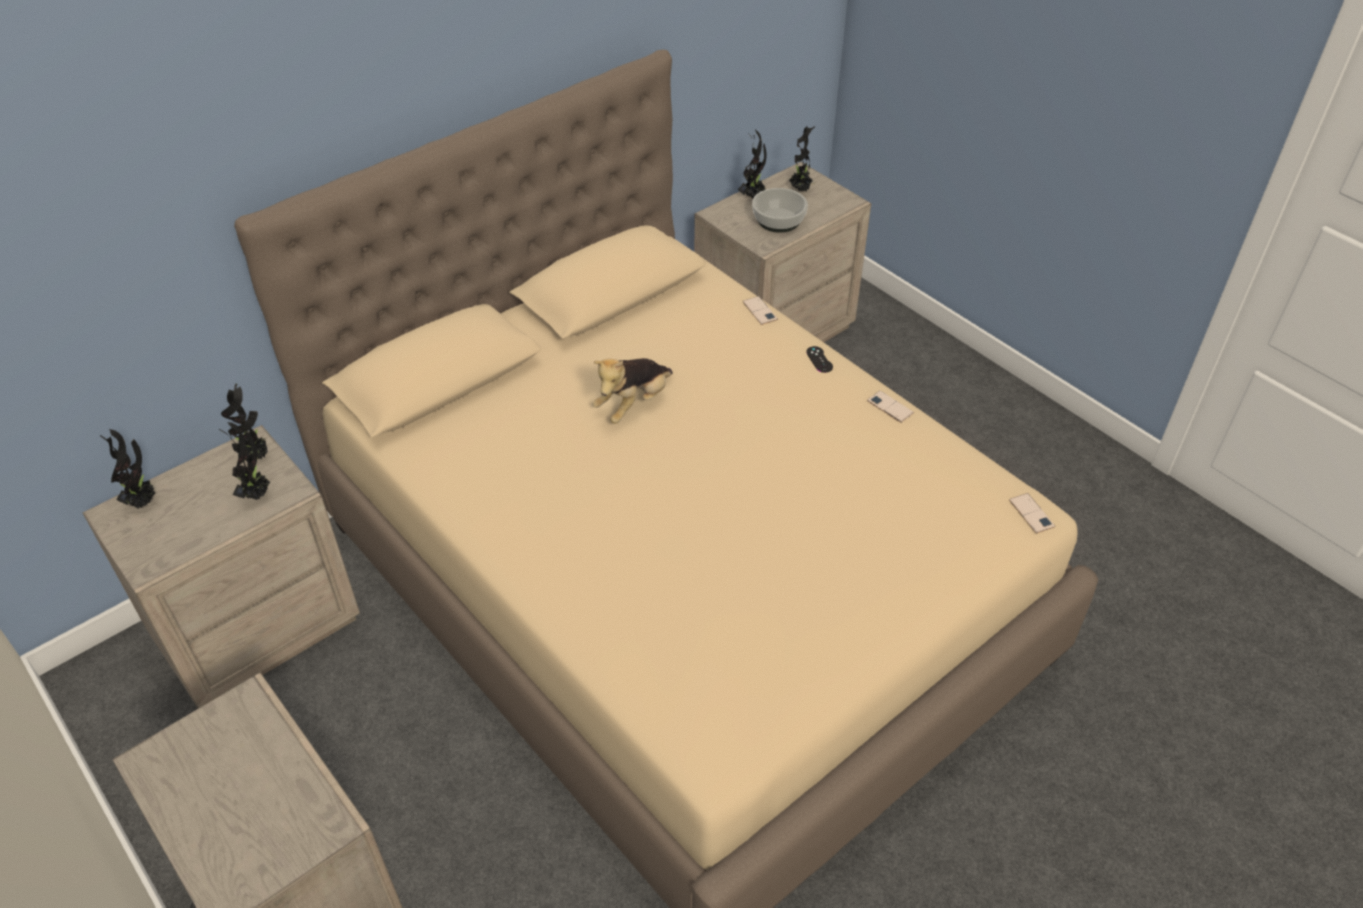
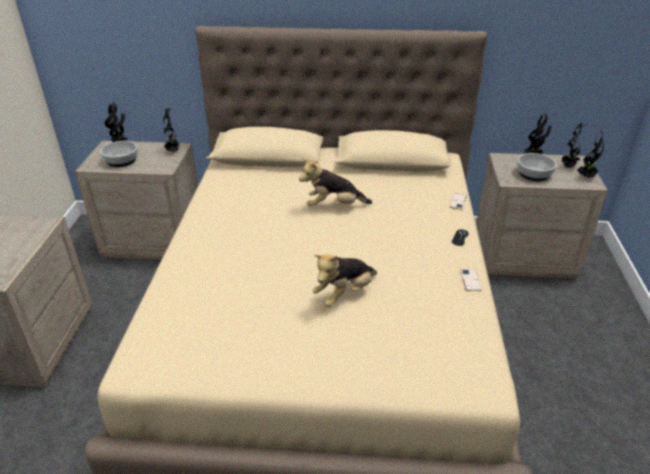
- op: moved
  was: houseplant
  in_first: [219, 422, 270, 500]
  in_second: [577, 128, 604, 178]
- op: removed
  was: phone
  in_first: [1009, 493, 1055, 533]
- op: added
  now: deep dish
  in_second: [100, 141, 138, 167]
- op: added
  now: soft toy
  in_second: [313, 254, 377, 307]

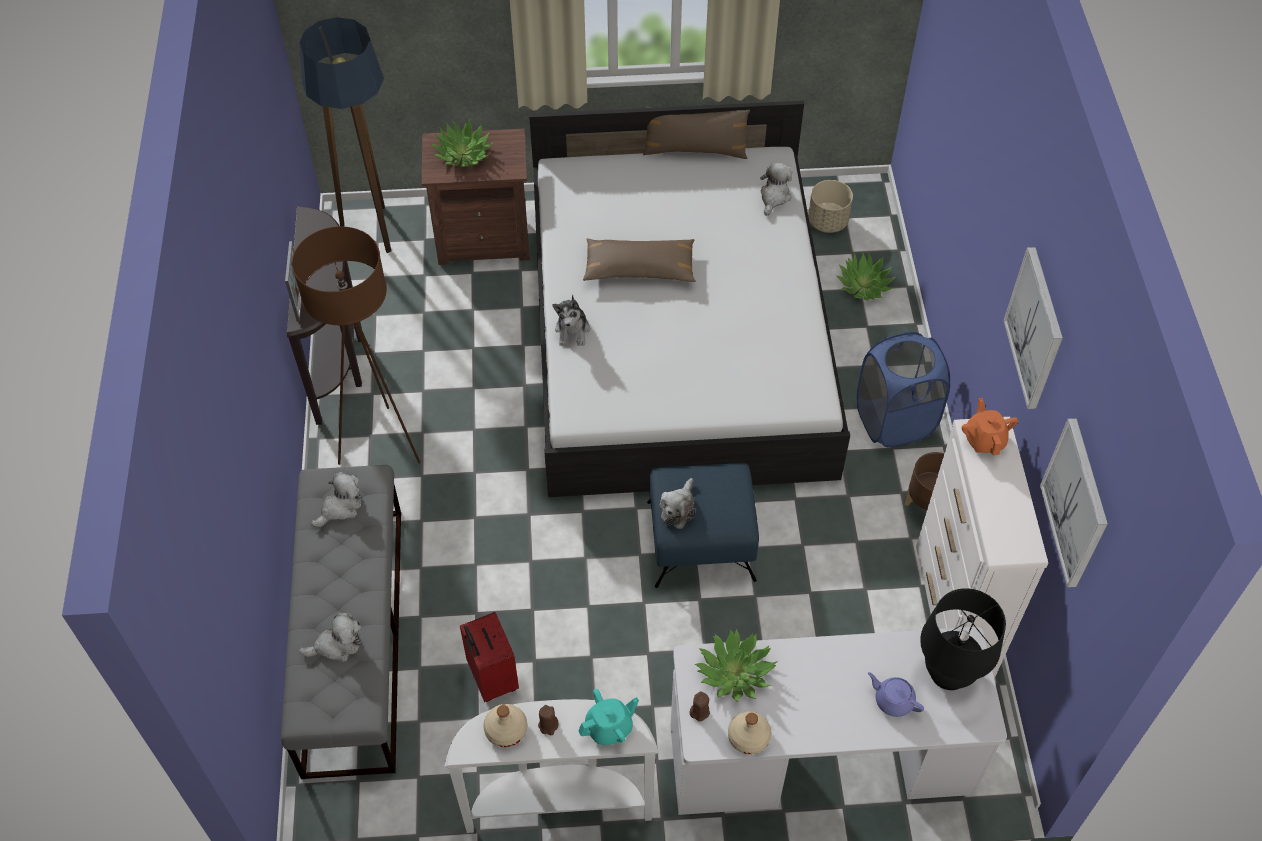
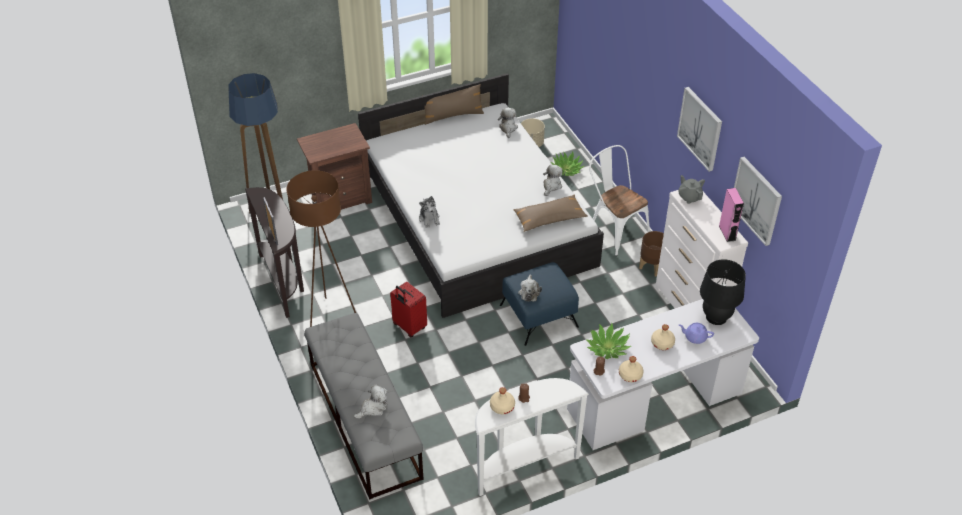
- op: removed
  was: houseplant
  in_first: [431, 118, 493, 167]
- op: moved
  was: brownish cushion
  in_first: [583, 239, 696, 282]
  in_second: [513, 195, 588, 232]
- op: replaced
  was: blue-coloured washing basket
  now: whitish upright chair
  in_first: [857, 332, 950, 448]
  in_second: [589, 145, 650, 256]
- op: recoloured
  was: orange teapot
  now: greyish teapot
  in_first: [962, 398, 1018, 455]
  in_second: [678, 175, 705, 204]
- op: moved
  was: soft toy
  in_first: [311, 472, 362, 527]
  in_second: [543, 165, 563, 196]
- op: moved
  was: reddish piece of luggage
  in_first: [460, 612, 519, 702]
  in_second: [390, 282, 427, 337]
- op: removed
  was: turquoise-coloured teapot
  in_first: [578, 689, 639, 745]
- op: added
  now: pink audio speaker
  in_second: [719, 188, 744, 242]
- op: added
  now: beige-coloured drink bottle
  in_second: [651, 324, 675, 350]

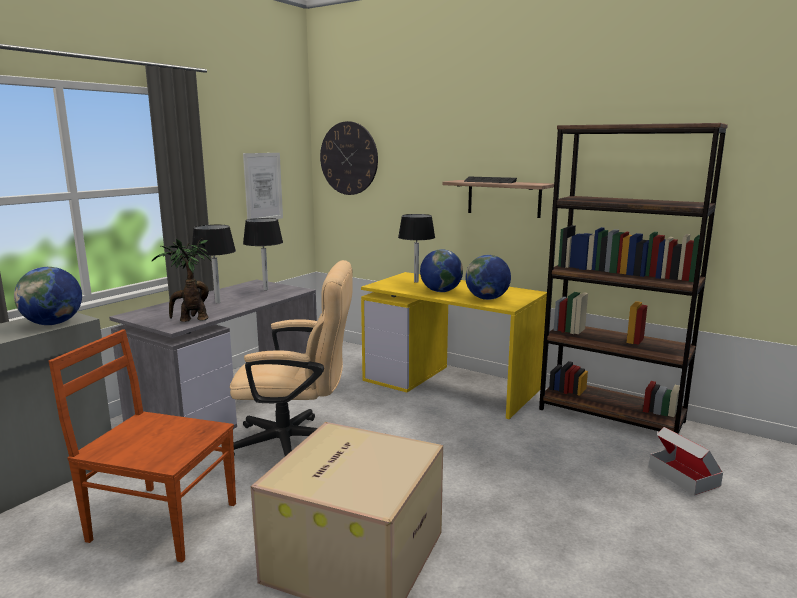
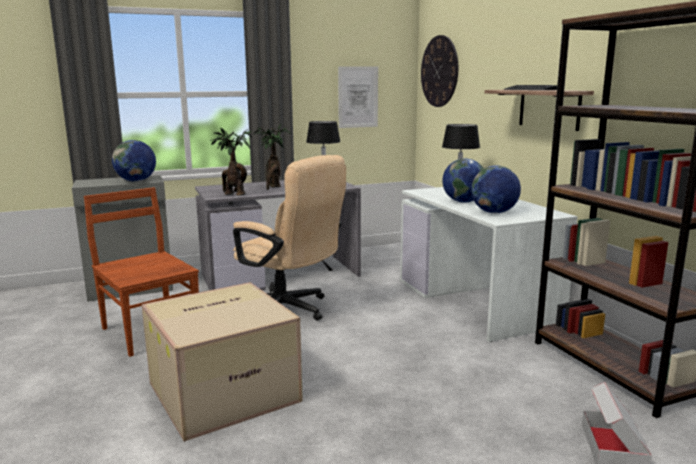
- op: replaced
  was: black tabletop lamp
  now: houseplant
  in_first: [191, 225, 236, 303]
  in_second: [254, 123, 291, 190]
- op: recoloured
  was: yellowish desk
  now: whitish desk
  in_first: [361, 272, 547, 419]
  in_second: [400, 187, 578, 342]

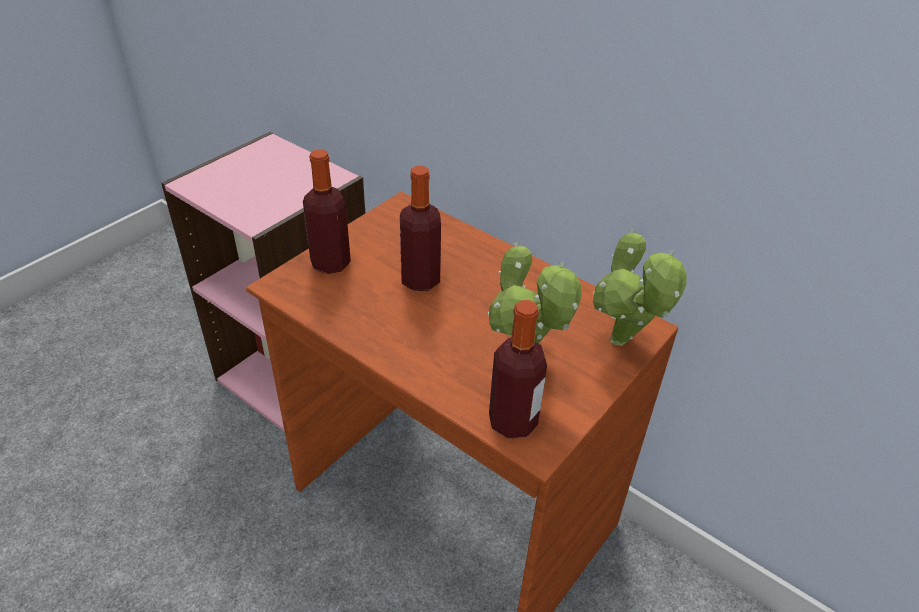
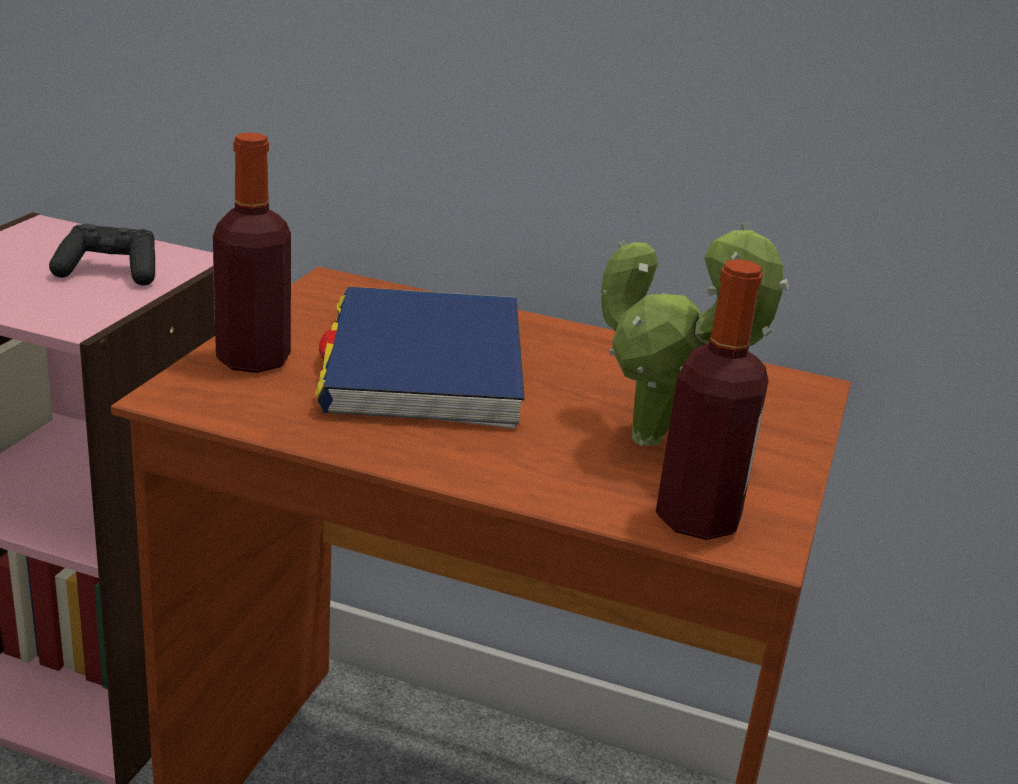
- op: replaced
  was: drink bottle
  now: blue-coloured bound book
  in_first: [400, 166, 441, 291]
  in_second: [315, 287, 525, 429]
- op: removed
  was: houseplant
  in_first: [593, 229, 687, 346]
- op: added
  now: black gamepad
  in_second: [49, 223, 155, 285]

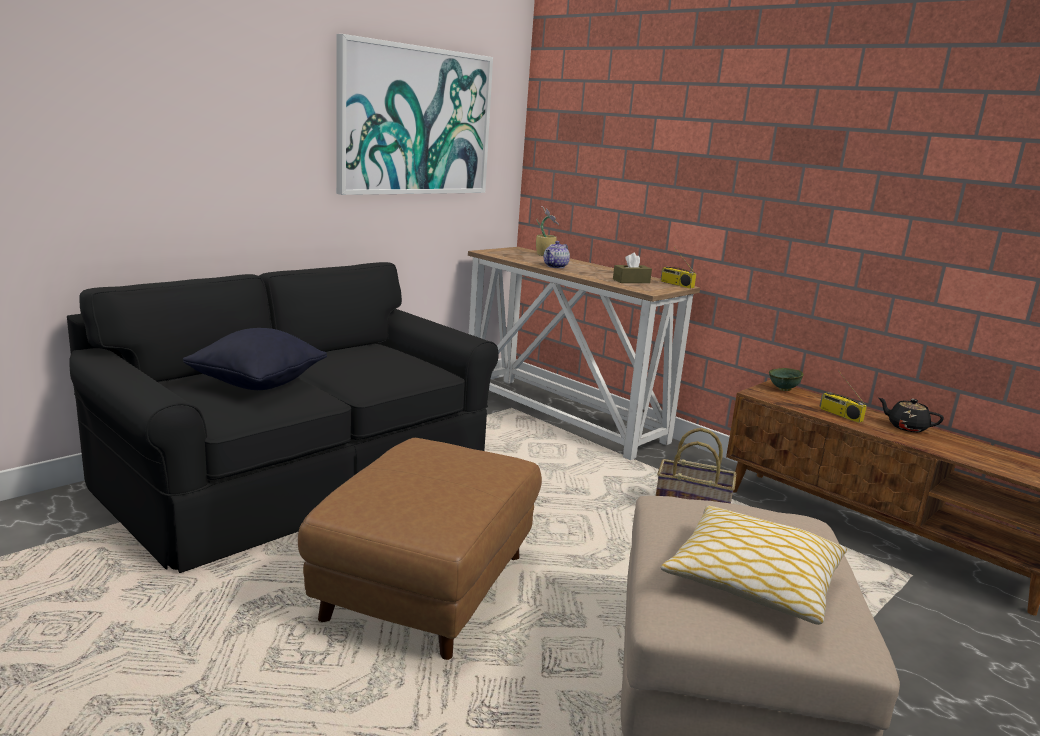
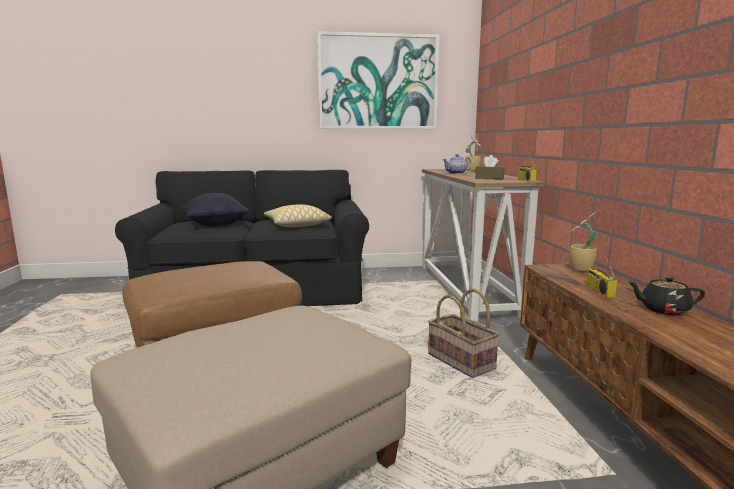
- op: replaced
  was: green deep dish
  now: houseplant
  in_first: [769, 368, 804, 391]
  in_second: [569, 213, 598, 271]
- op: turned
  was: black teapot
  in_first: [879, 398, 944, 432]
  in_second: [628, 277, 705, 315]
  clockwise: -60
- op: moved
  was: cushion
  in_first: [661, 506, 847, 625]
  in_second: [264, 204, 332, 227]

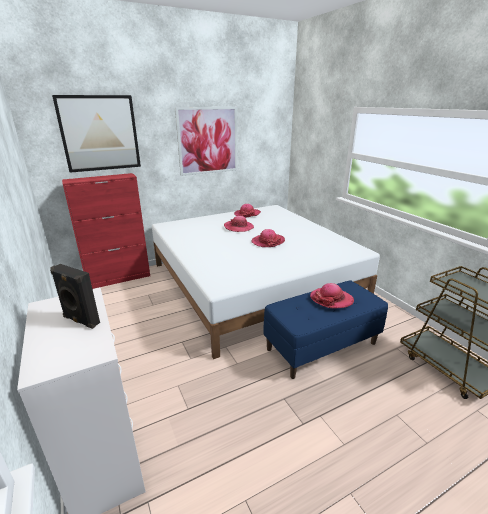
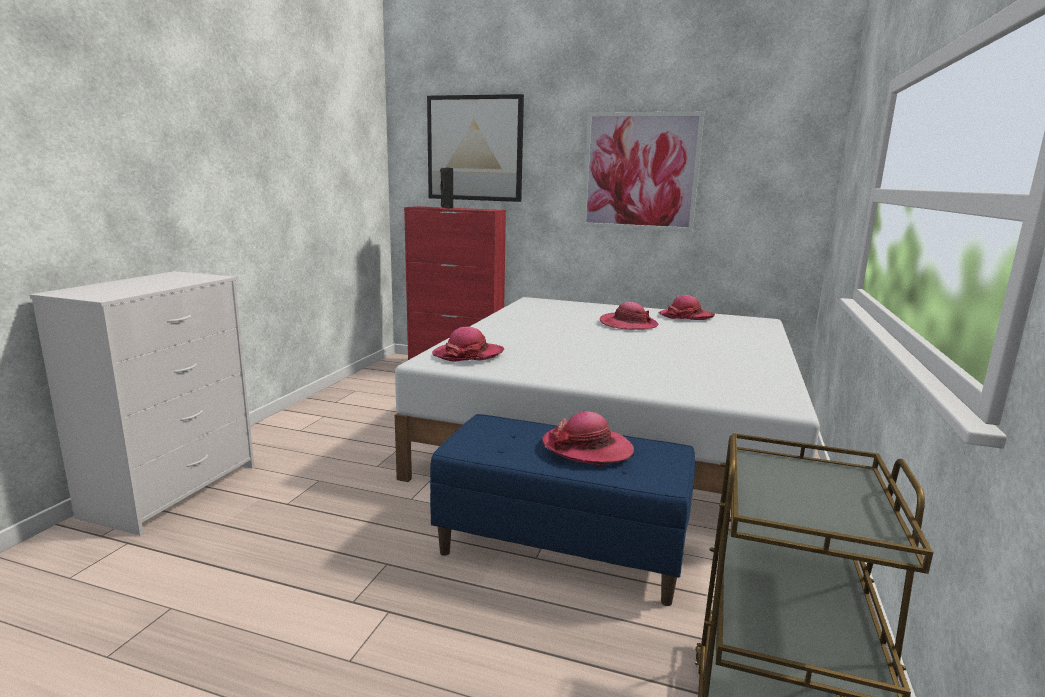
- op: moved
  was: clothing hat
  in_first: [251, 229, 285, 247]
  in_second: [432, 327, 504, 362]
- op: moved
  was: black audio speaker
  in_first: [50, 264, 100, 329]
  in_second: [440, 167, 453, 209]

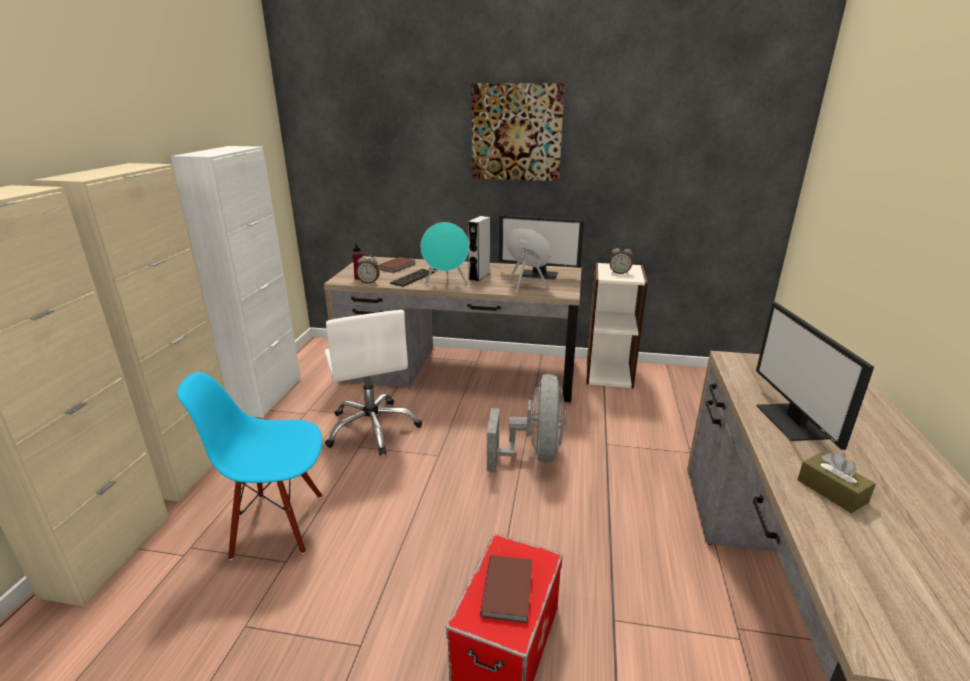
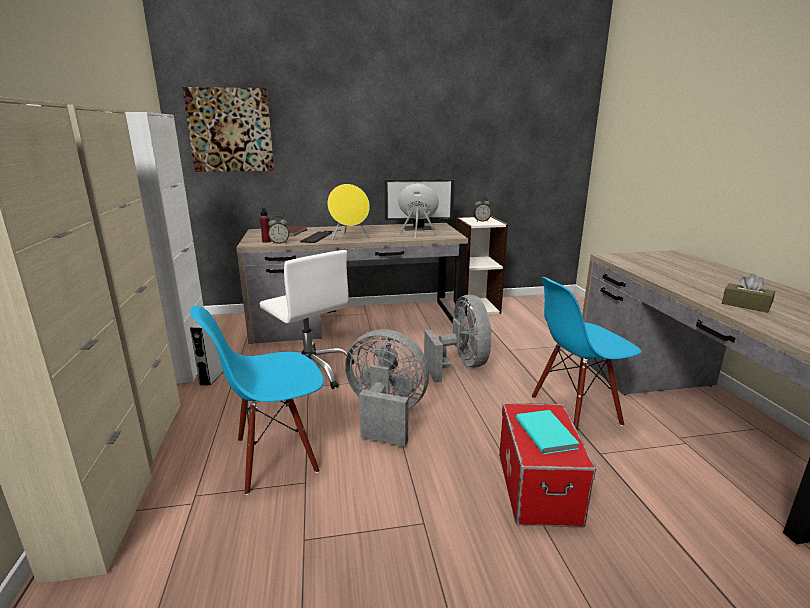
- op: moved
  was: wall picture
  in_first: [471, 83, 565, 181]
  in_second: [182, 87, 274, 172]
- op: moved
  was: greyish audio speaker
  in_first: [468, 216, 490, 281]
  in_second: [190, 317, 223, 386]
- op: recoloured
  was: turquoise-coloured audio speaker
  now: yellowish audio speaker
  in_first: [421, 222, 469, 284]
  in_second: [328, 184, 370, 240]
- op: removed
  was: monitor
  in_first: [756, 302, 874, 450]
- op: recoloured
  was: brownish bound book
  now: turquoise-coloured bound book
  in_first: [480, 555, 532, 623]
  in_second: [516, 410, 579, 454]
- op: added
  now: blue-coloured upright chair
  in_second: [532, 277, 642, 431]
- op: added
  now: greyish cooling fan
  in_second: [345, 329, 429, 447]

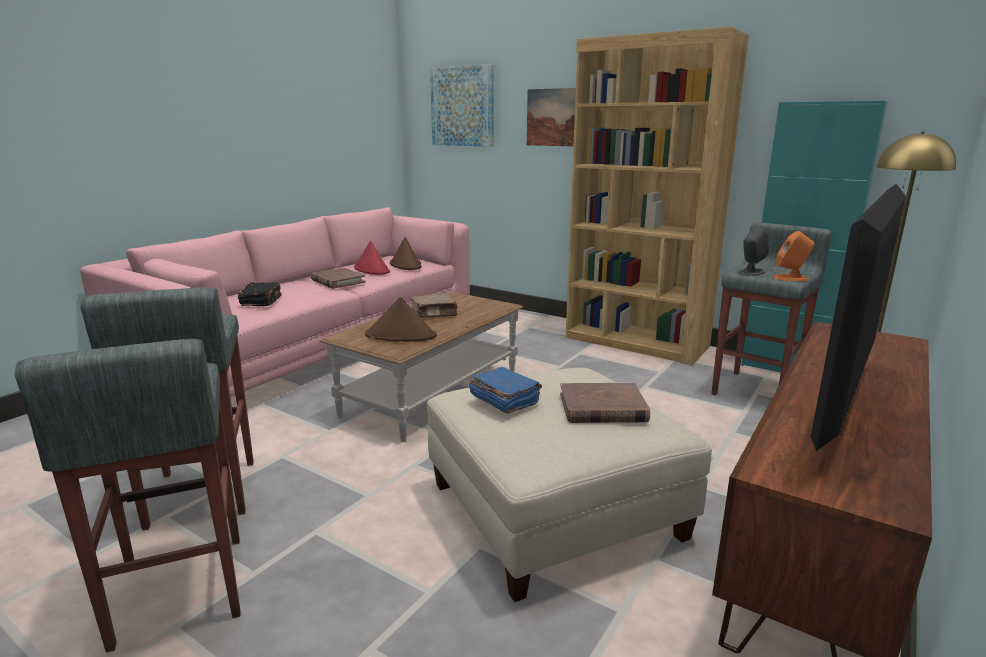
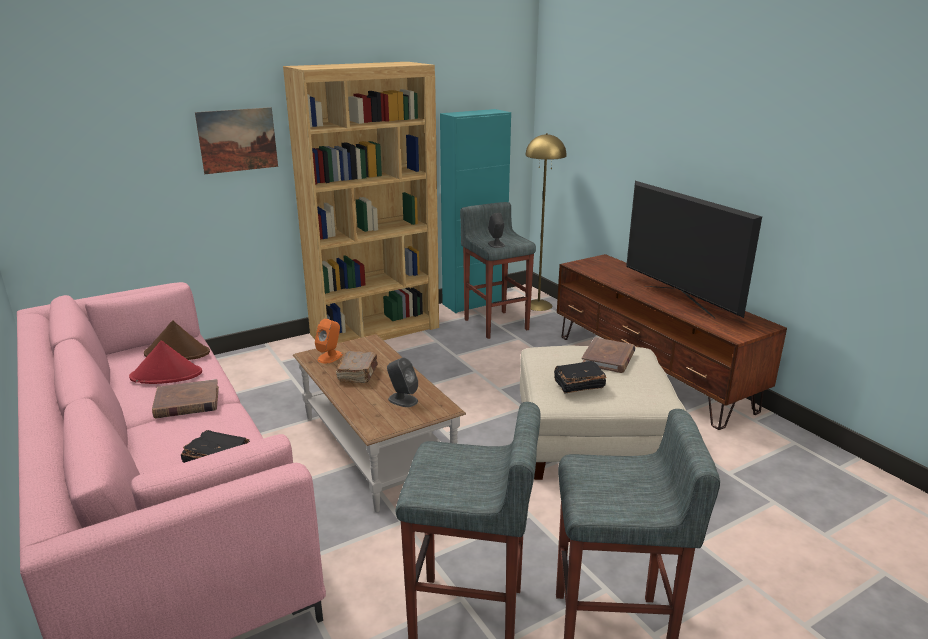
- op: removed
  was: wall picture
  in_first: [430, 64, 494, 147]
- op: moved
  was: orange audio speaker
  in_first: [774, 231, 815, 281]
  in_second: [315, 319, 343, 364]
- op: replaced
  was: brownish clothing hat
  now: greyish audio speaker
  in_first: [365, 297, 437, 342]
  in_second: [387, 357, 418, 407]
- op: recoloured
  was: blue-coloured bound book
  now: black bound book
  in_first: [469, 367, 542, 413]
  in_second: [554, 361, 606, 394]

